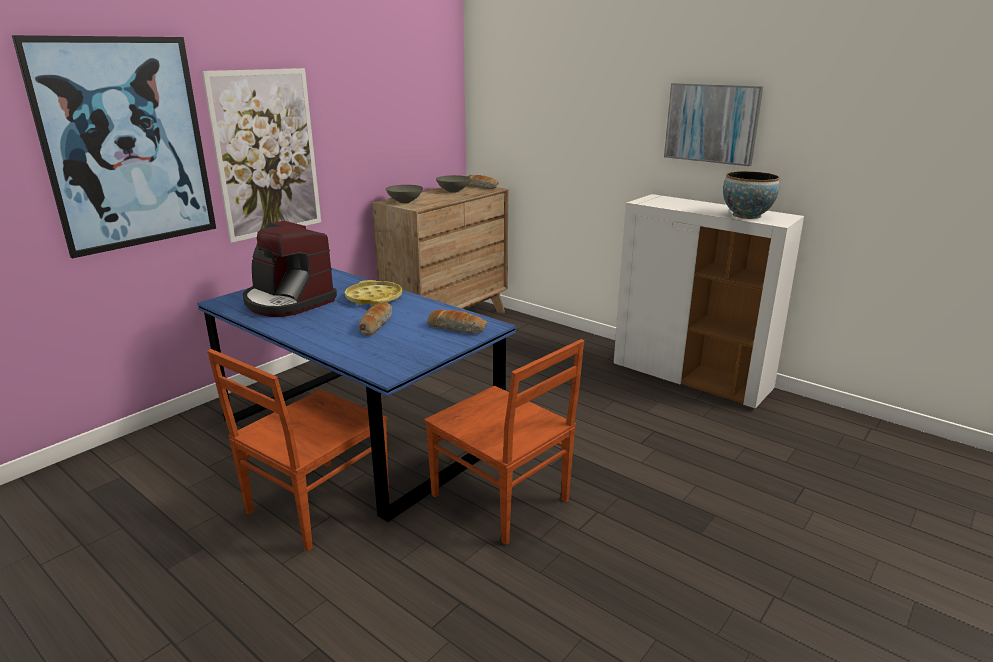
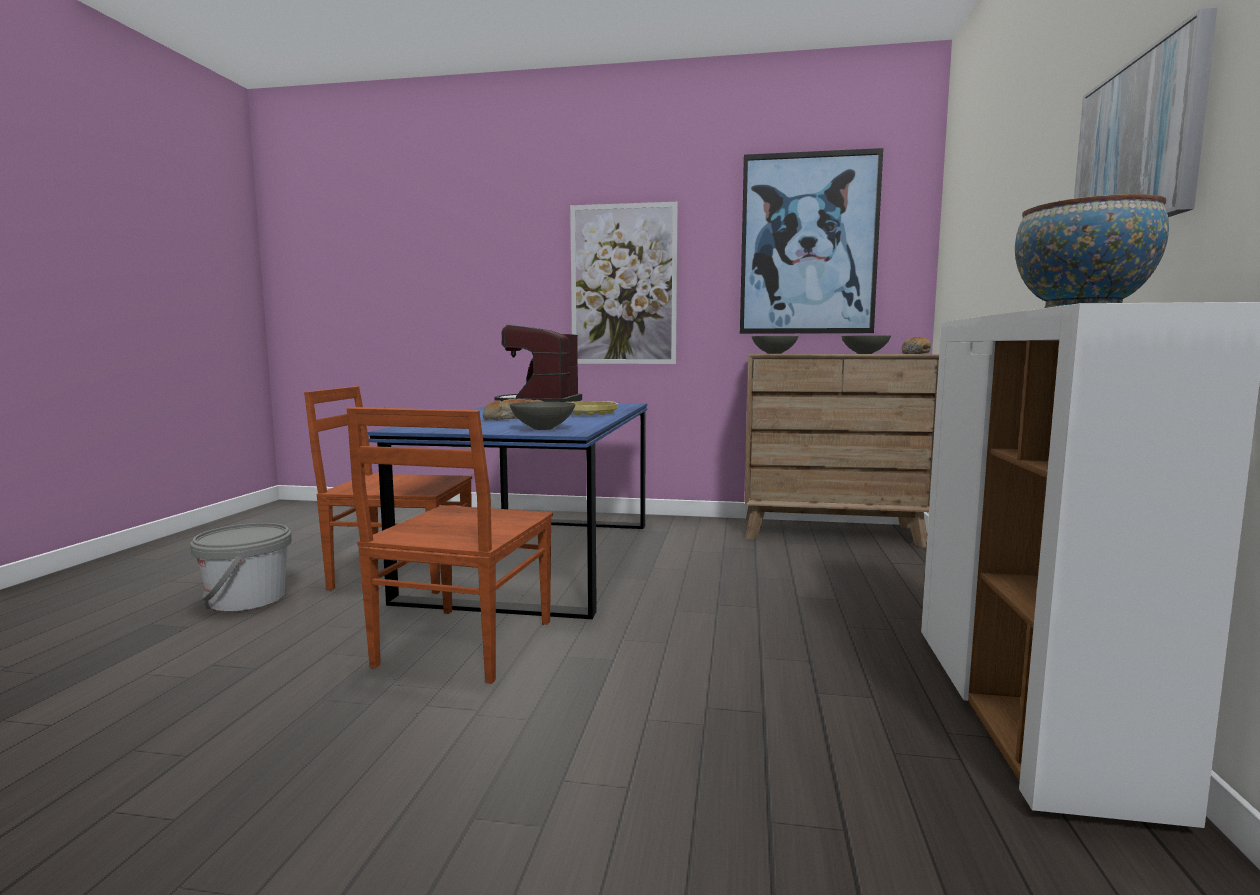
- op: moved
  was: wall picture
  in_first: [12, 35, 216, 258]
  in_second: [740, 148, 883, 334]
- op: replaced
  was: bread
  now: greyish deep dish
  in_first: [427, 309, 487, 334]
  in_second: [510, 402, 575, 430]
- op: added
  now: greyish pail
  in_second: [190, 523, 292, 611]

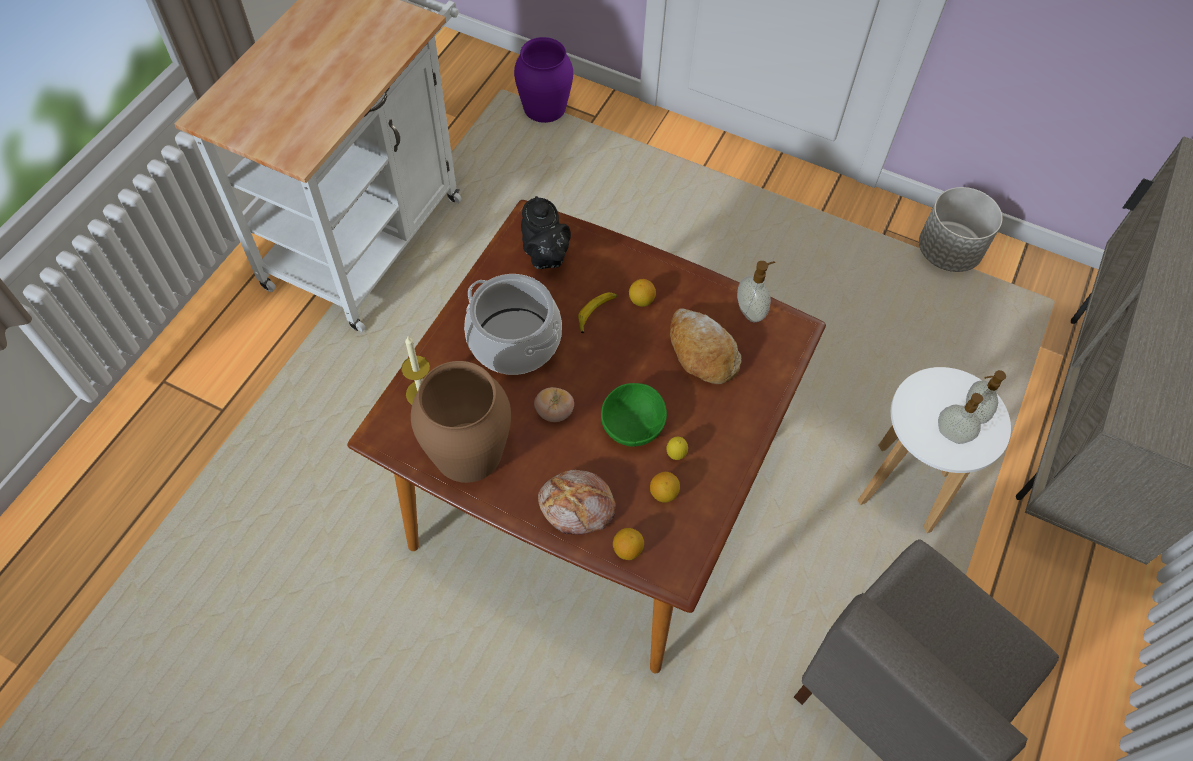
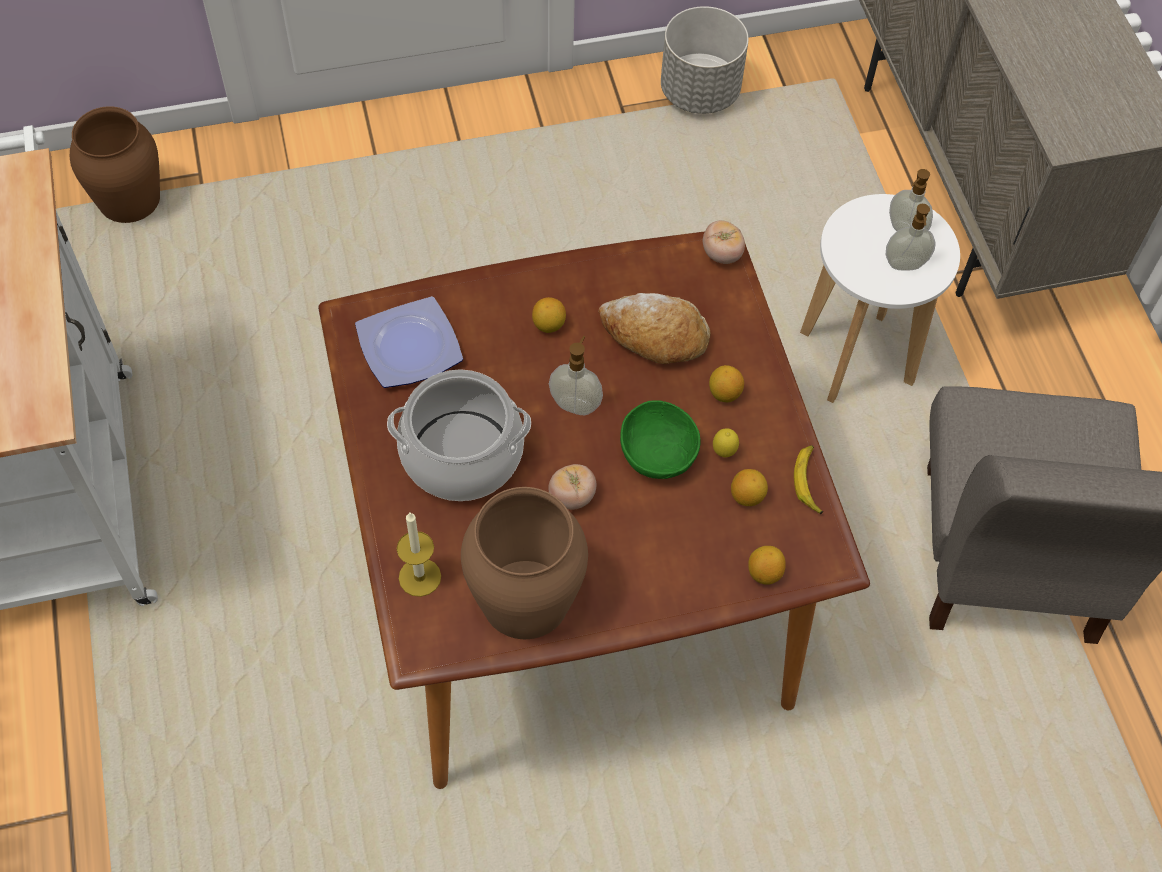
- op: recoloured
  was: purple flower vase
  now: brownish flower vase
  in_first: [514, 37, 573, 123]
  in_second: [70, 106, 160, 223]
- op: replaced
  was: black teapot
  now: dinner plate
  in_first: [521, 196, 571, 269]
  in_second: [355, 296, 463, 388]
- op: moved
  was: soap dispenser
  in_first: [737, 261, 775, 322]
  in_second: [549, 336, 603, 415]
- op: moved
  was: banana fruit
  in_first: [578, 292, 617, 333]
  in_second: [794, 445, 824, 514]
- op: removed
  was: bread
  in_first: [538, 470, 616, 535]
- op: added
  now: whole tomato
  in_second: [703, 220, 745, 264]
- op: added
  now: lemon
  in_second: [709, 365, 744, 402]

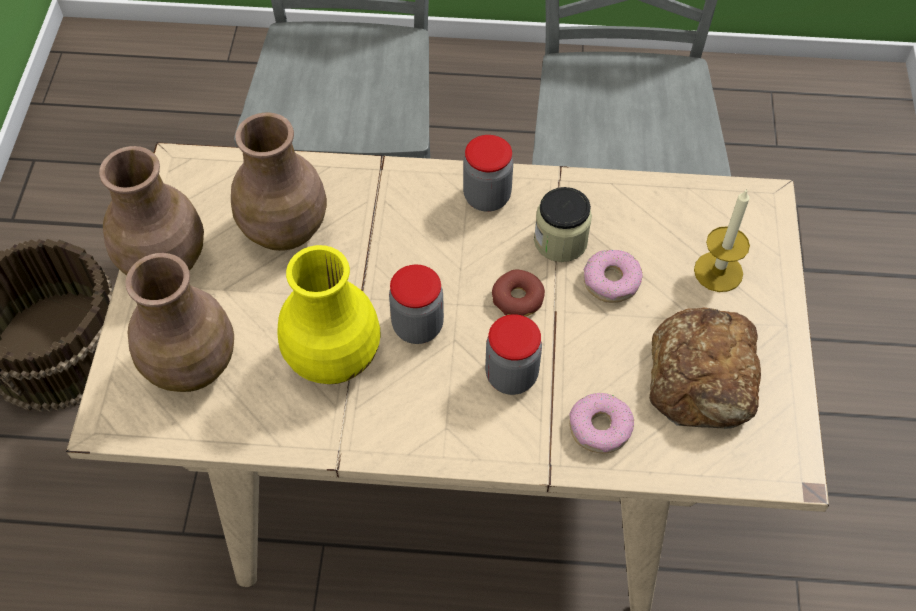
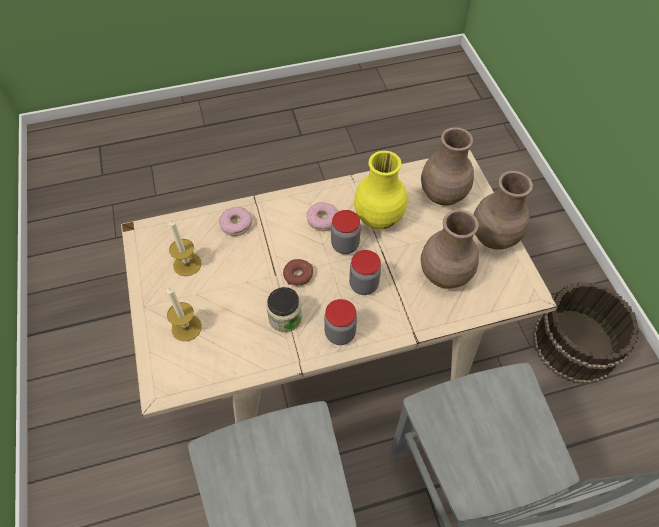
- op: moved
  was: ring doughnut
  in_first: [584, 250, 643, 303]
  in_second: [307, 202, 338, 231]
- op: replaced
  was: bread
  now: candle
  in_first: [649, 308, 761, 429]
  in_second: [169, 218, 202, 276]
- op: moved
  was: jar
  in_first: [485, 314, 542, 395]
  in_second: [349, 250, 381, 295]

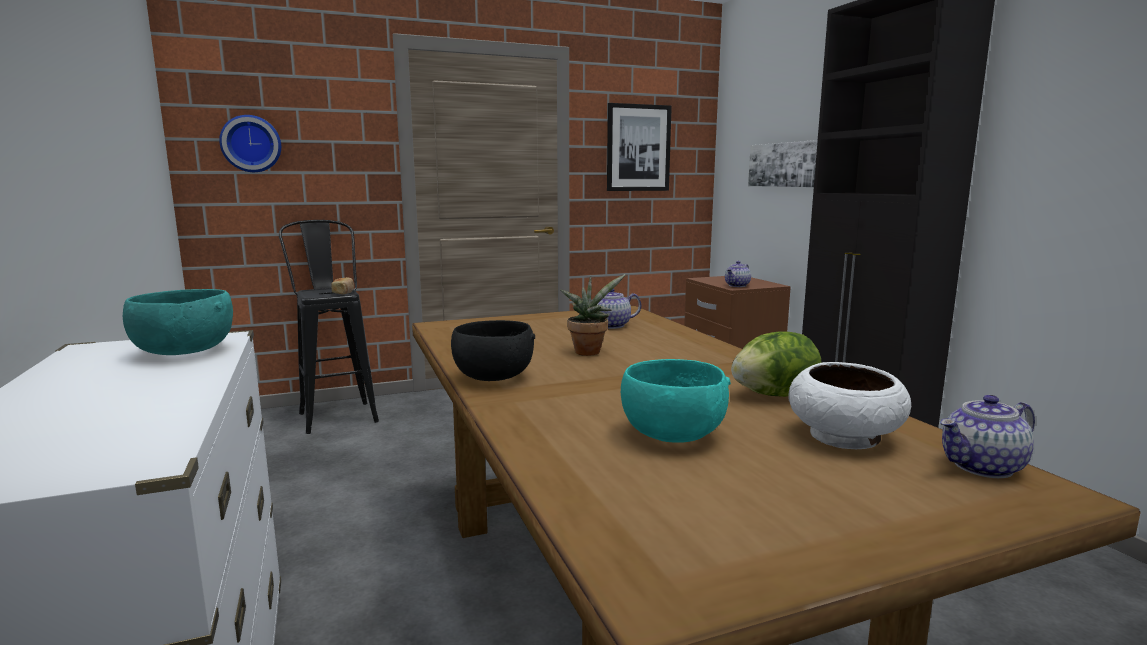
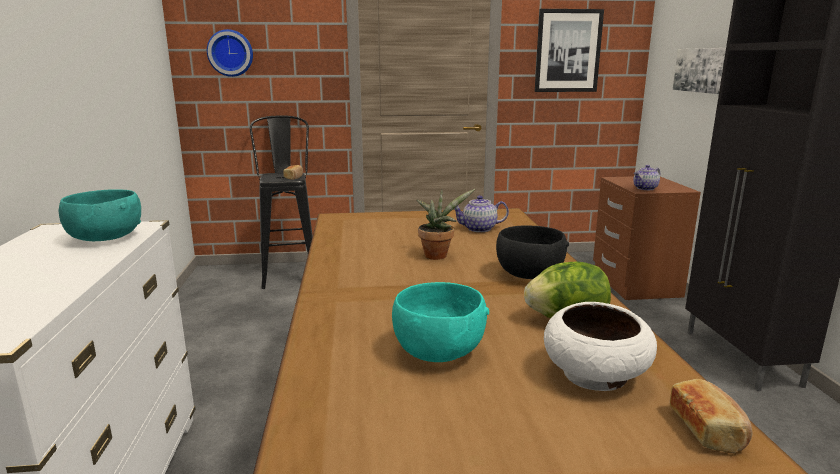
- op: moved
  was: black deep dish
  in_first: [451, 320, 535, 381]
  in_second: [496, 225, 569, 279]
- op: replaced
  was: teapot
  now: bread
  in_first: [940, 395, 1035, 478]
  in_second: [670, 379, 753, 454]

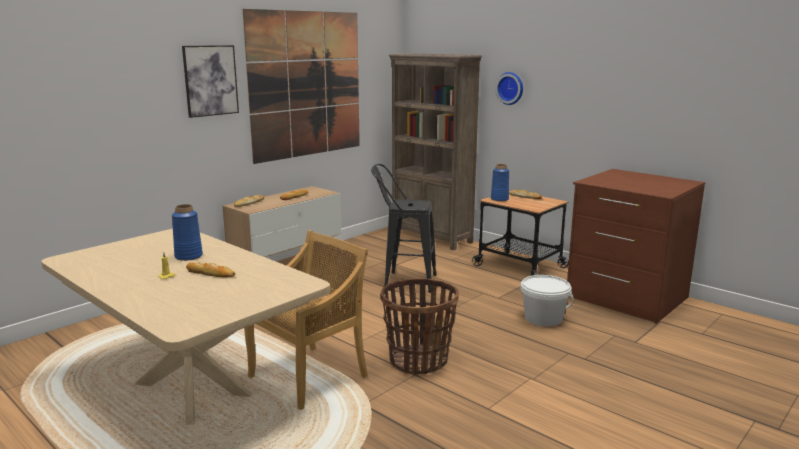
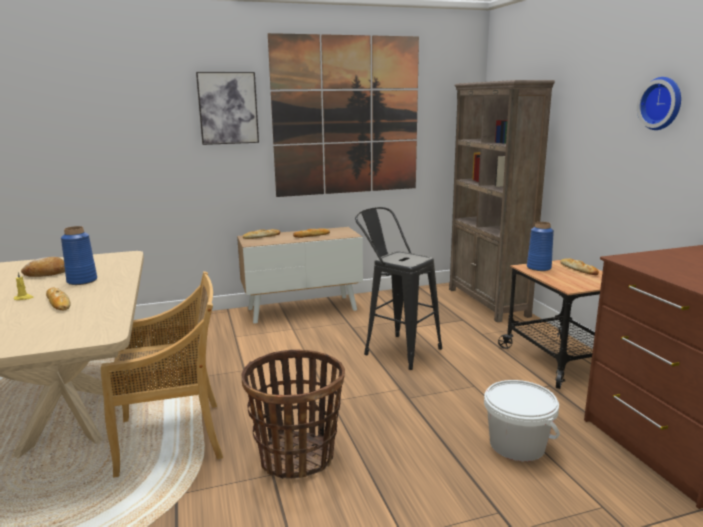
- op: moved
  was: wall clock
  in_first: [495, 72, 523, 105]
  in_second: [637, 77, 681, 130]
- op: added
  now: bread
  in_second: [21, 257, 65, 277]

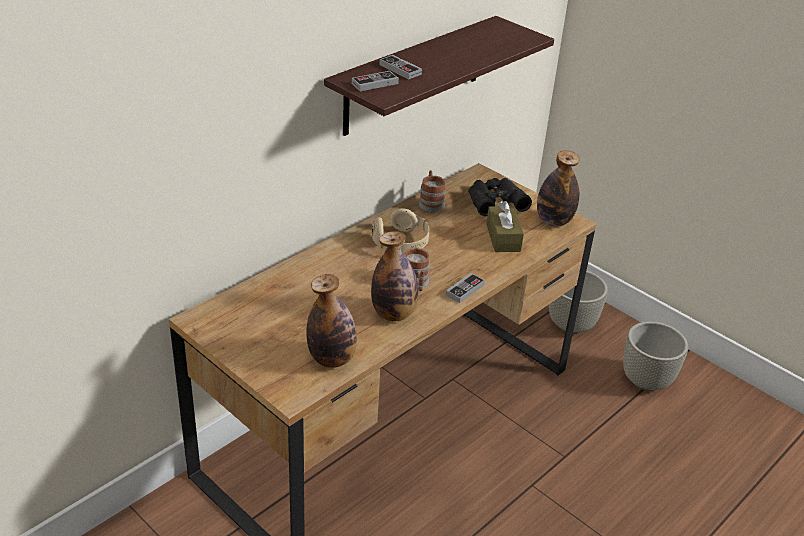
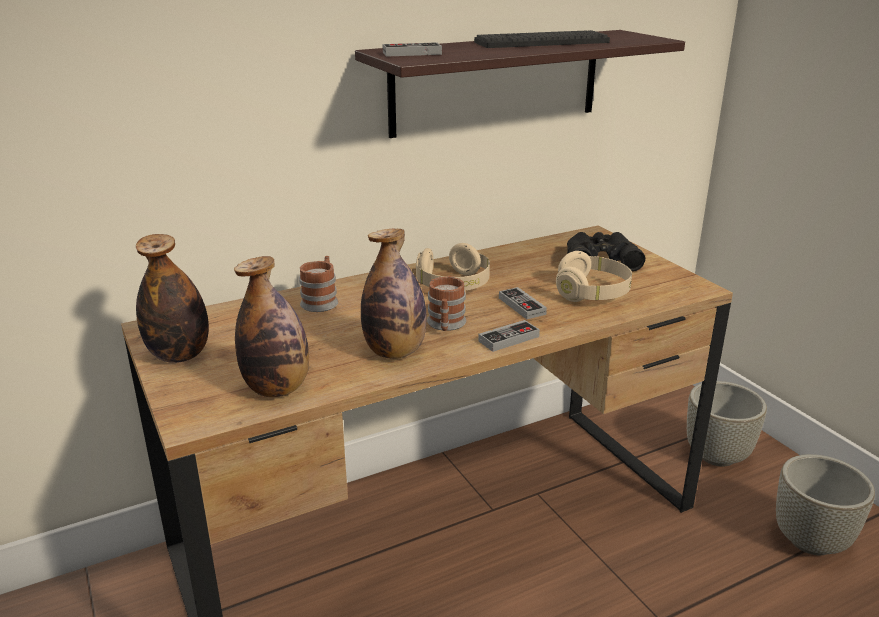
- op: moved
  was: gamepad
  in_first: [379, 55, 422, 79]
  in_second: [499, 287, 547, 319]
- op: moved
  was: drink bottle
  in_first: [537, 150, 580, 226]
  in_second: [136, 234, 209, 363]
- op: moved
  was: mug
  in_first: [419, 170, 446, 212]
  in_second: [299, 256, 339, 312]
- op: replaced
  was: brownish box of tissues
  now: beige-coloured pair of headphones
  in_first: [486, 201, 524, 252]
  in_second: [556, 251, 632, 302]
- op: added
  now: PC keyboard
  in_second: [474, 30, 610, 48]

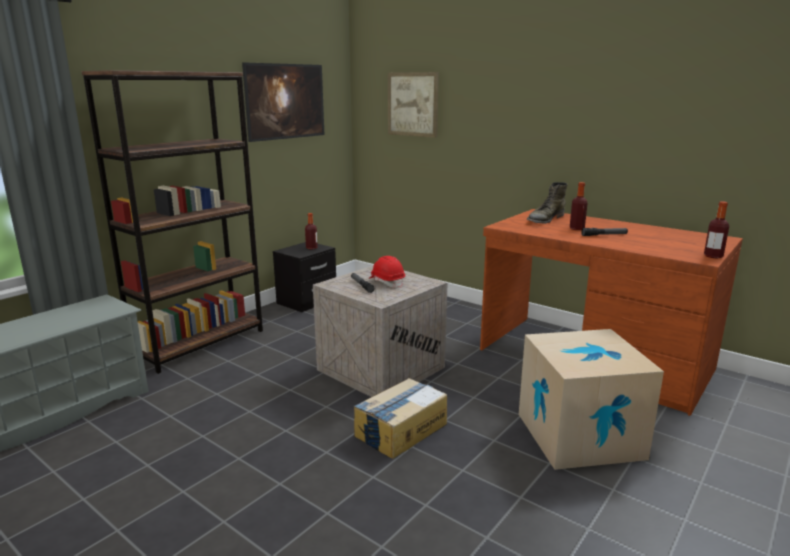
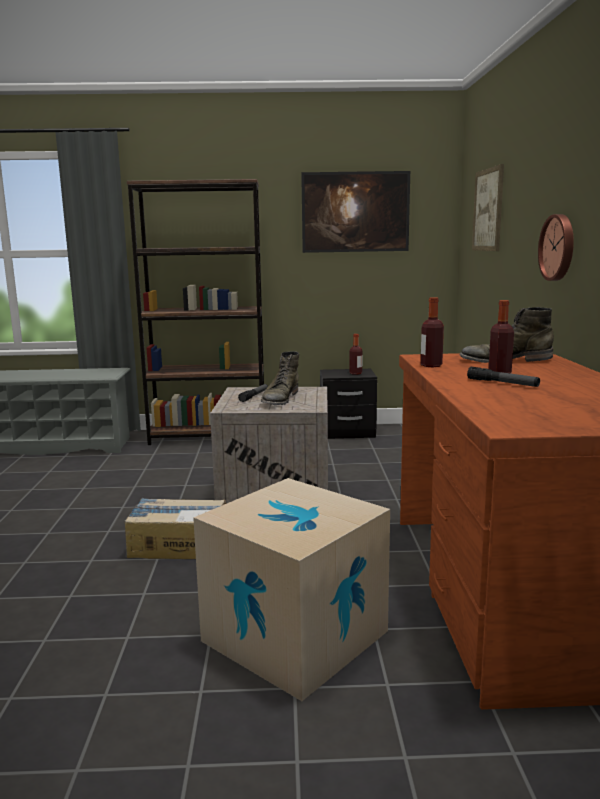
- op: moved
  was: drink bottle
  in_first: [704, 201, 729, 259]
  in_second: [421, 297, 444, 367]
- op: replaced
  was: reddish hard hat
  now: green boot
  in_first: [368, 256, 405, 288]
  in_second: [261, 351, 299, 405]
- op: added
  now: wall clock
  in_second: [538, 214, 574, 281]

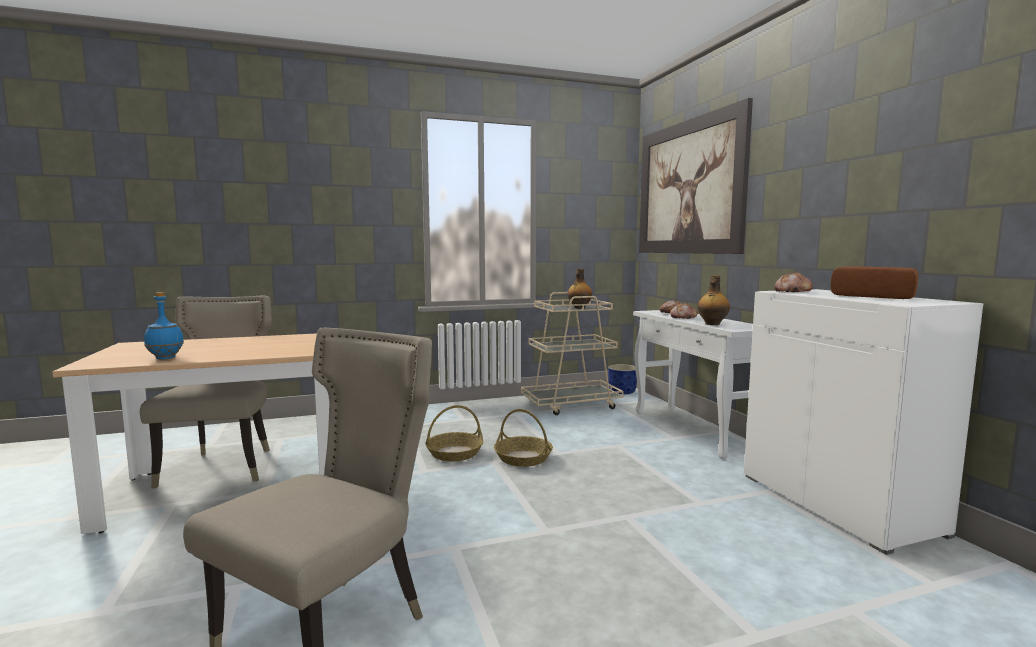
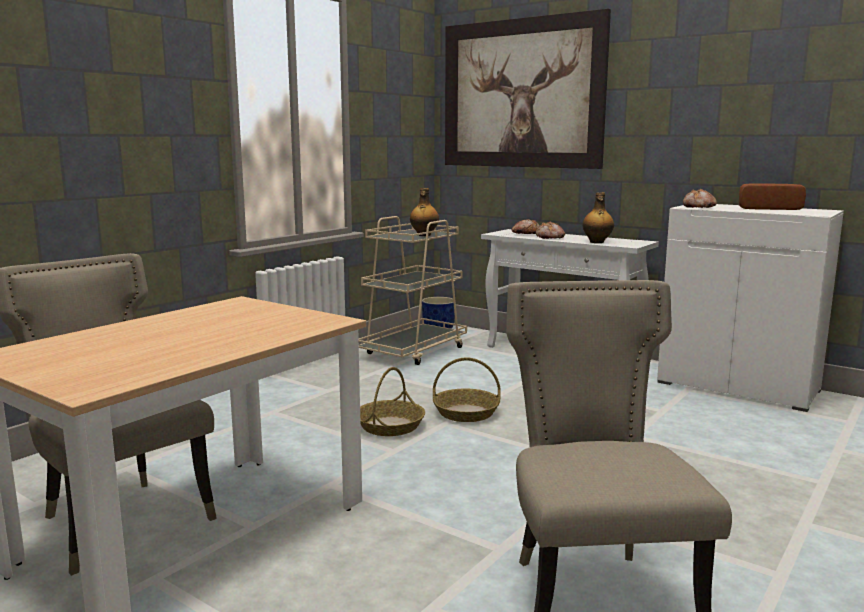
- op: removed
  was: blue-coloured drink bottle
  in_first: [144, 292, 184, 360]

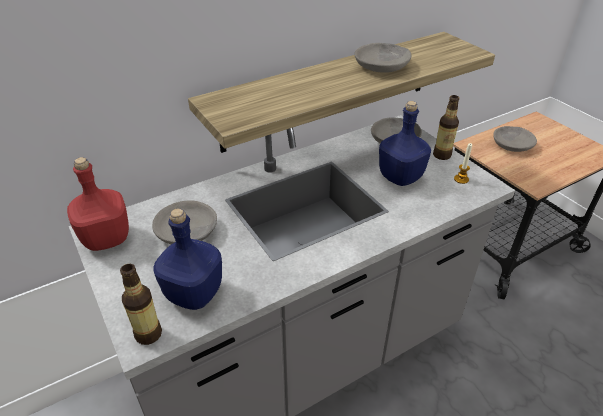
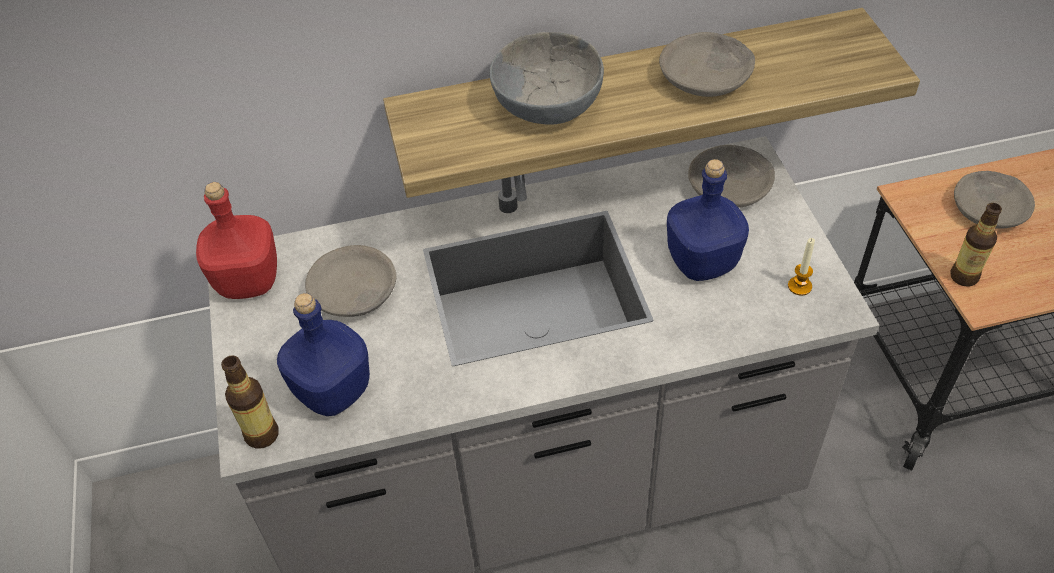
- op: moved
  was: drink bottle
  in_first: [433, 95, 459, 160]
  in_second: [950, 203, 1002, 287]
- op: added
  now: greyish deep dish
  in_second: [489, 32, 604, 125]

